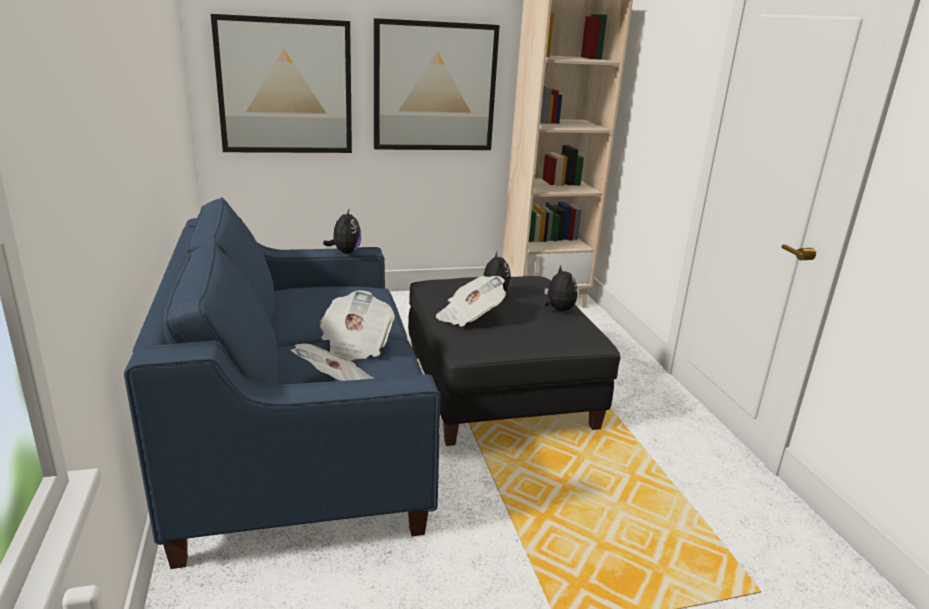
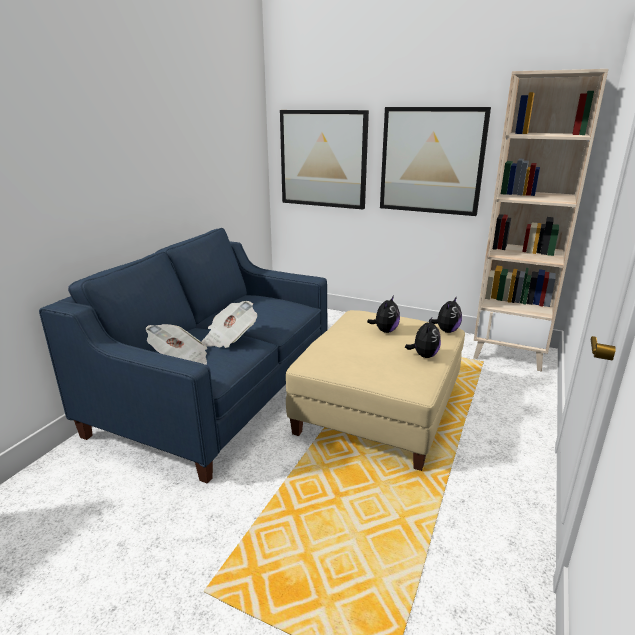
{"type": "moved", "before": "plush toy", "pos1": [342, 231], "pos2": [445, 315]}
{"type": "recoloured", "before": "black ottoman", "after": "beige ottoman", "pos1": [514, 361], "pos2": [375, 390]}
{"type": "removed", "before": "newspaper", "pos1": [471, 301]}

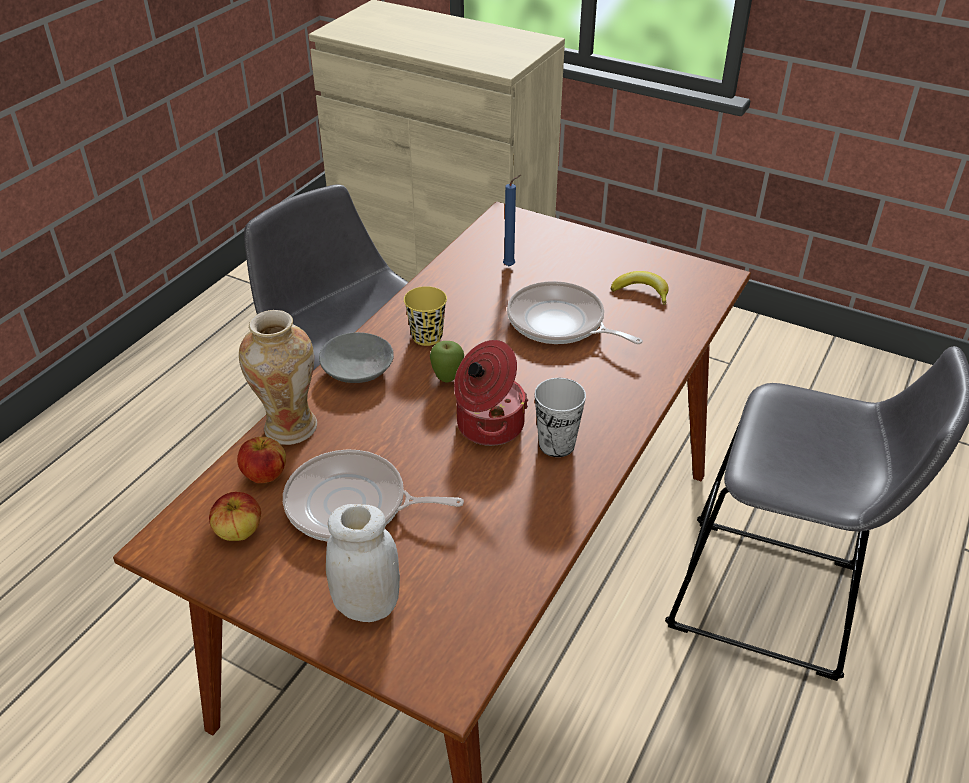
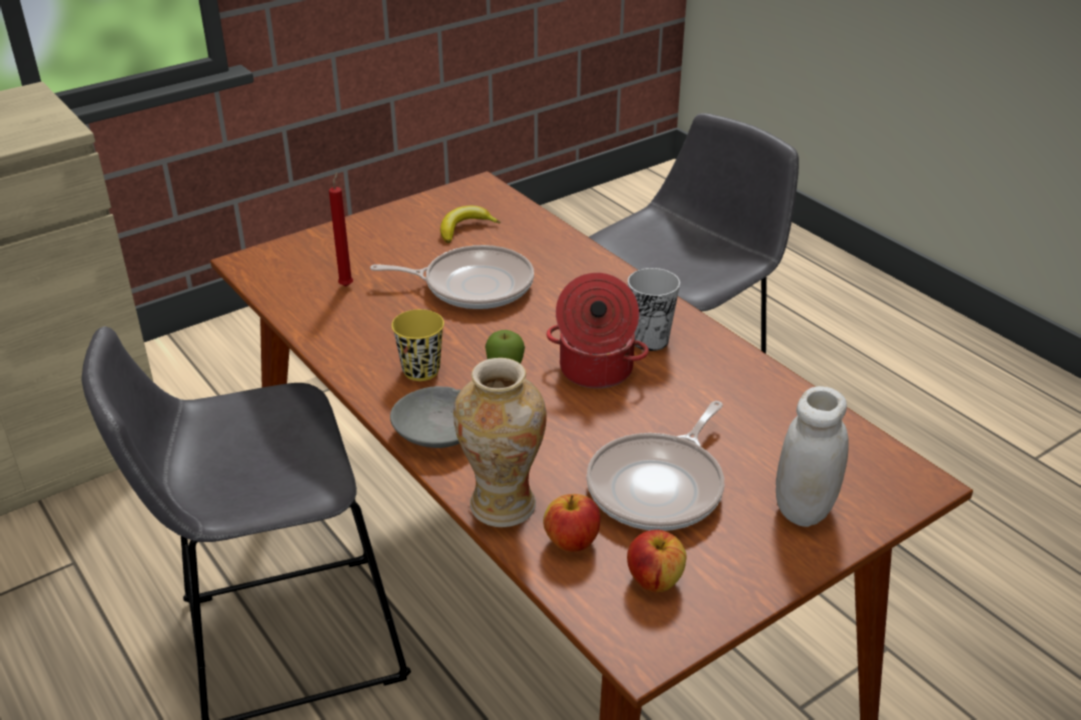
{"type": "recoloured", "before": "blue candle", "after": "red candle", "pos1": [512, 220], "pos2": [341, 229]}
{"type": "turned", "before": "frying pan", "pos1": [575, 312], "pos2": [452, 277], "turn": -150}

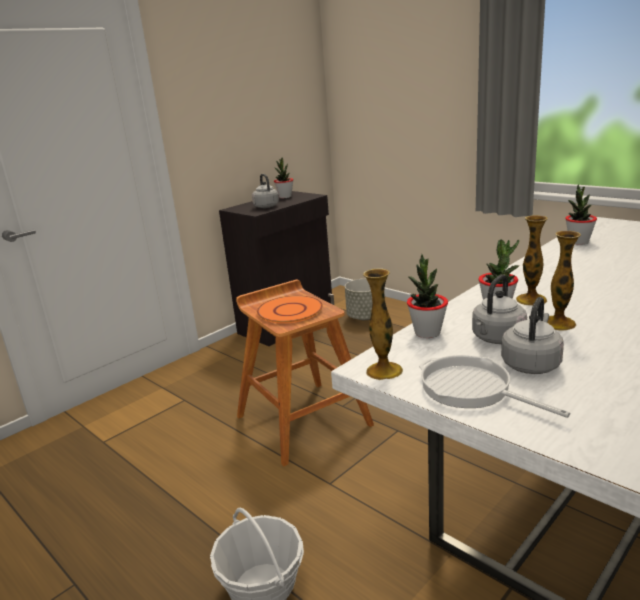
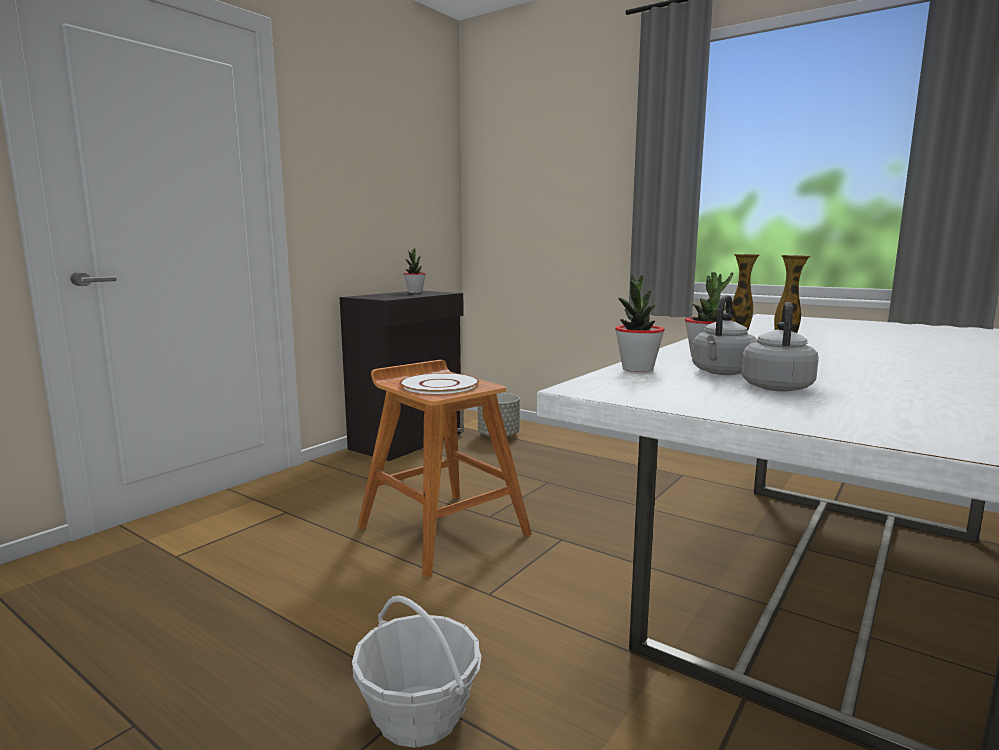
{"type": "removed", "before": "grey kettle", "pos1": [265, 191]}
{"type": "removed", "before": "potted plant", "pos1": [581, 214]}
{"type": "removed", "before": "vase", "pos1": [383, 324]}
{"type": "recoloured", "before": "orange plate", "after": "white plate", "pos1": [290, 309], "pos2": [439, 383]}
{"type": "removed", "before": "frying pan", "pos1": [494, 386]}

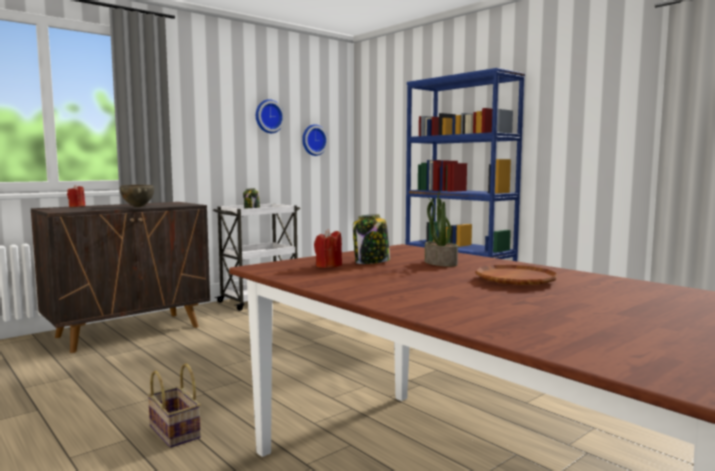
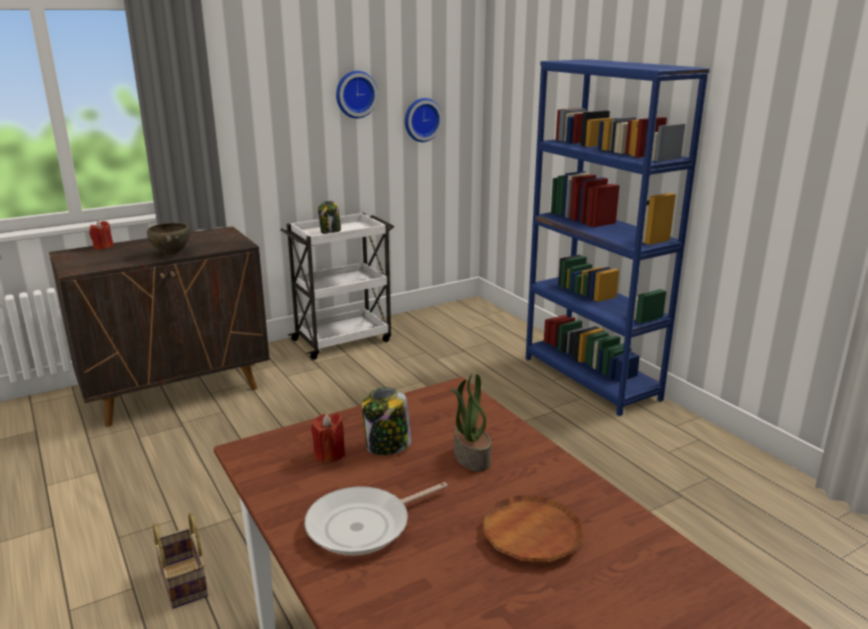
{"type": "added", "after": "frying pan", "pos2": [375, 519]}

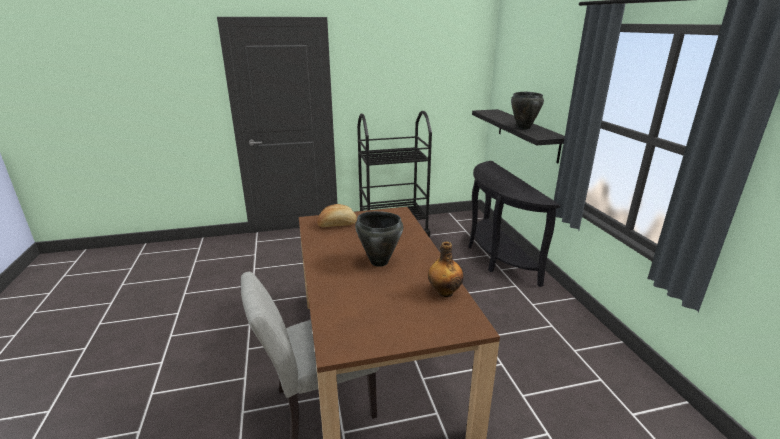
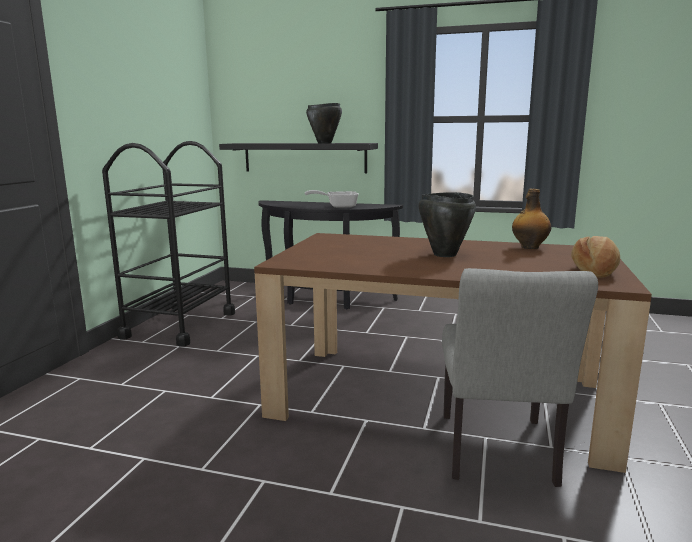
{"type": "moved", "before": "bread", "pos1": [337, 215], "pos2": [595, 257]}
{"type": "added", "after": "frying pan", "pos2": [331, 199]}

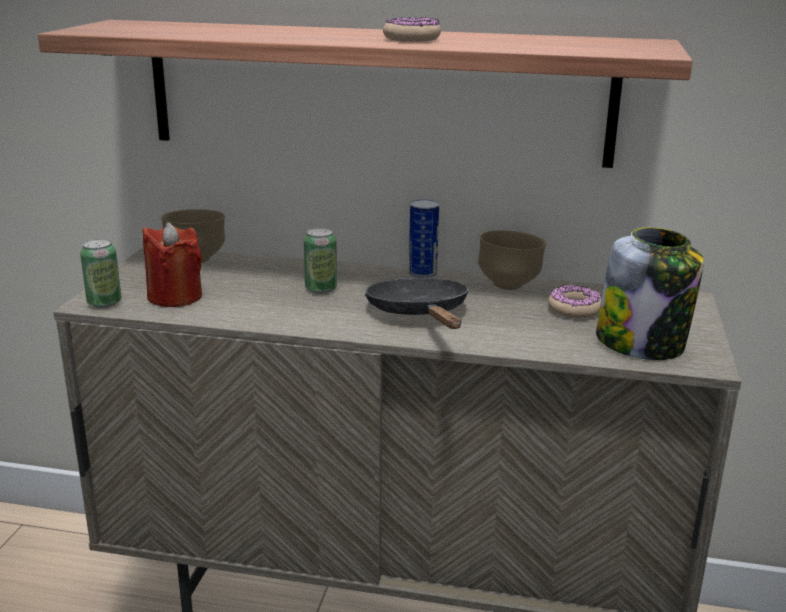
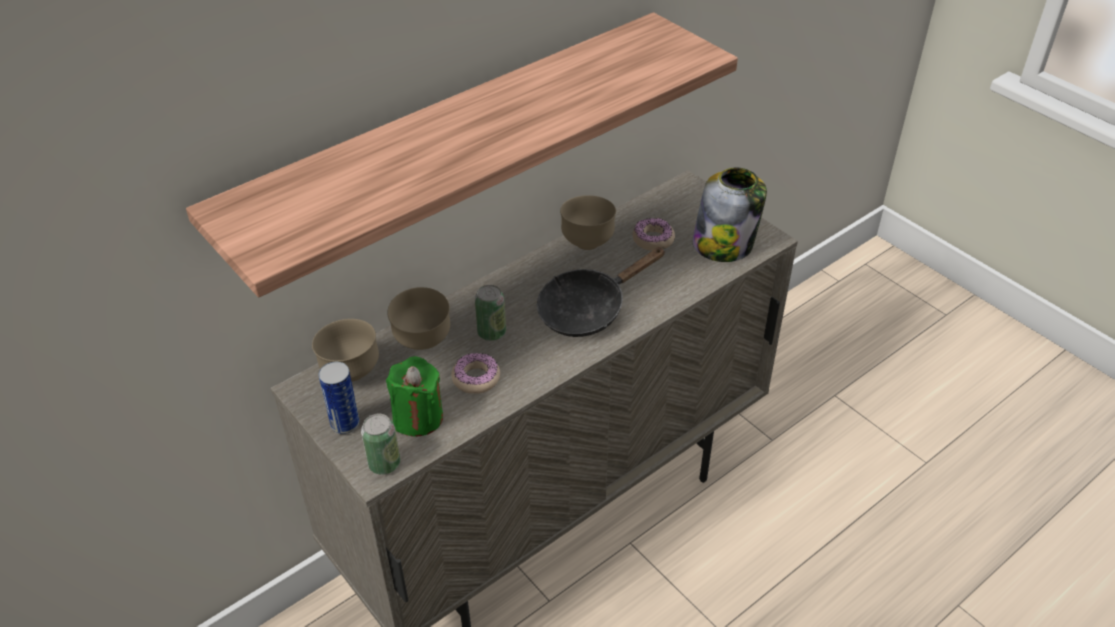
{"type": "moved", "before": "donut", "pos1": [412, 29], "pos2": [475, 373]}
{"type": "moved", "before": "can", "pos1": [424, 238], "pos2": [339, 398]}
{"type": "recoloured", "before": "red candle", "after": "green candle", "pos1": [172, 264], "pos2": [414, 396]}
{"type": "turned", "before": "black frying pan", "pos1": [417, 303], "pos2": [601, 292], "turn": -60}
{"type": "added", "after": "brown bowl", "pos2": [418, 318]}

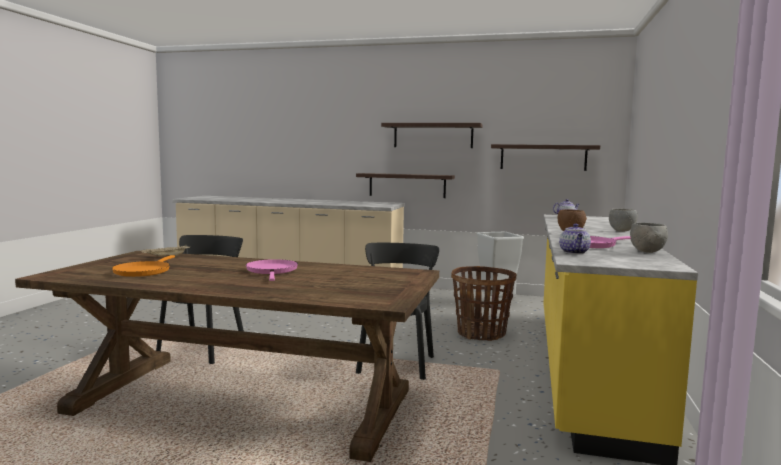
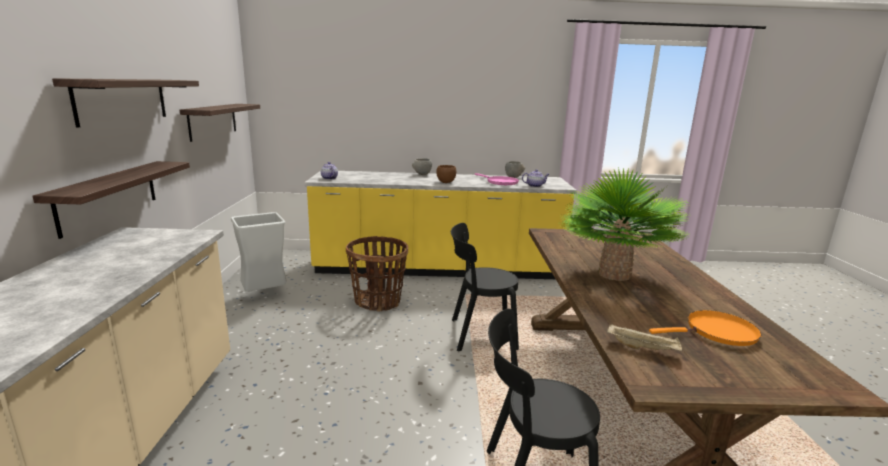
{"type": "replaced", "before": "pink frying pan", "after": "potted plant", "pos1": [272, 270], "pos2": [623, 224]}

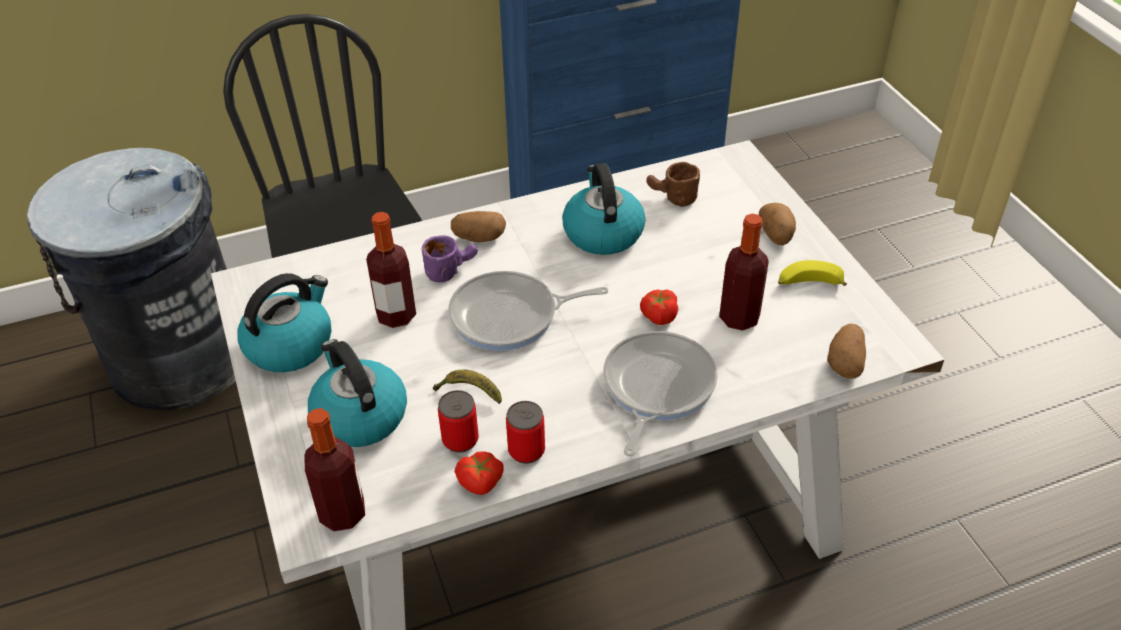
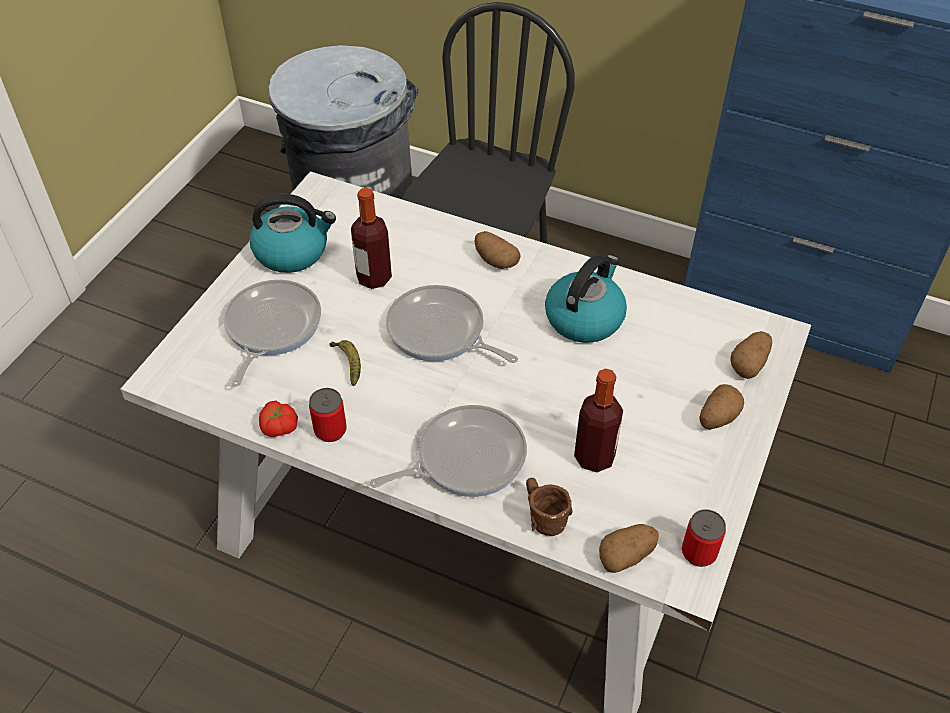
{"type": "moved", "before": "brown mug", "pos1": [673, 184], "pos2": [549, 507]}
{"type": "removed", "before": "purple mug", "pos1": [449, 258]}
{"type": "removed", "before": "banana", "pos1": [812, 273]}
{"type": "removed", "before": "tomato", "pos1": [659, 307]}
{"type": "replaced", "before": "kettle", "after": "frying pan", "pos1": [357, 393], "pos2": [272, 333]}
{"type": "moved", "before": "can", "pos1": [458, 421], "pos2": [704, 538]}
{"type": "removed", "before": "bottle", "pos1": [334, 469]}
{"type": "added", "after": "potato", "pos2": [751, 355]}

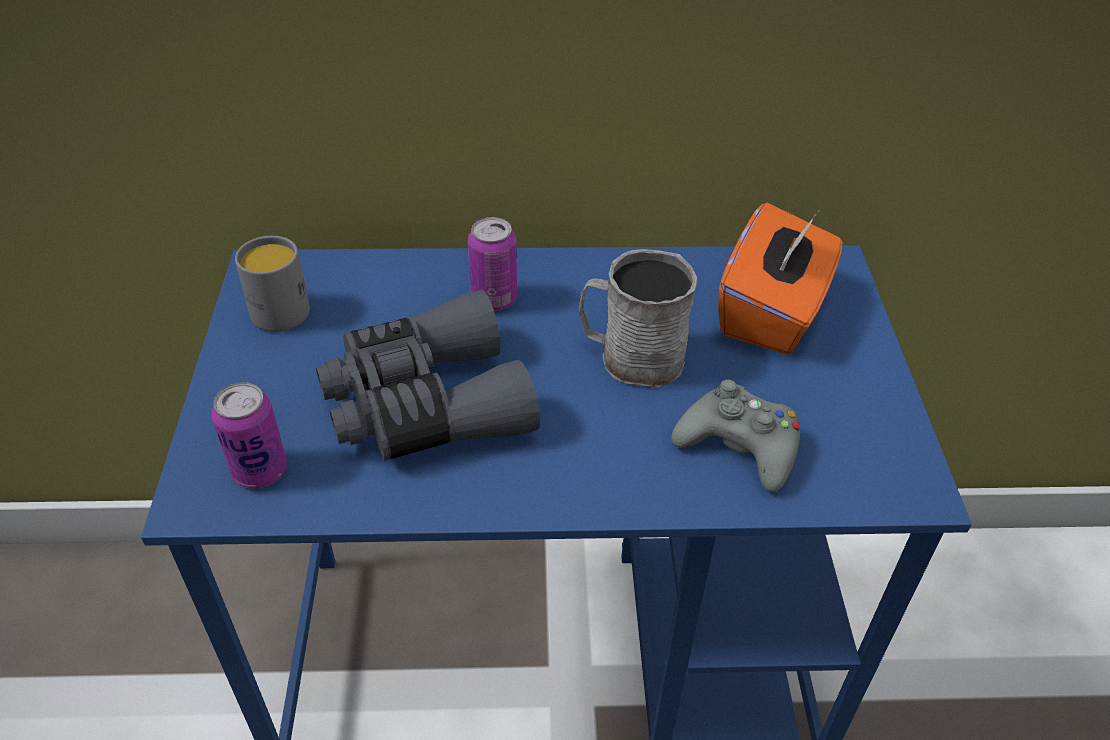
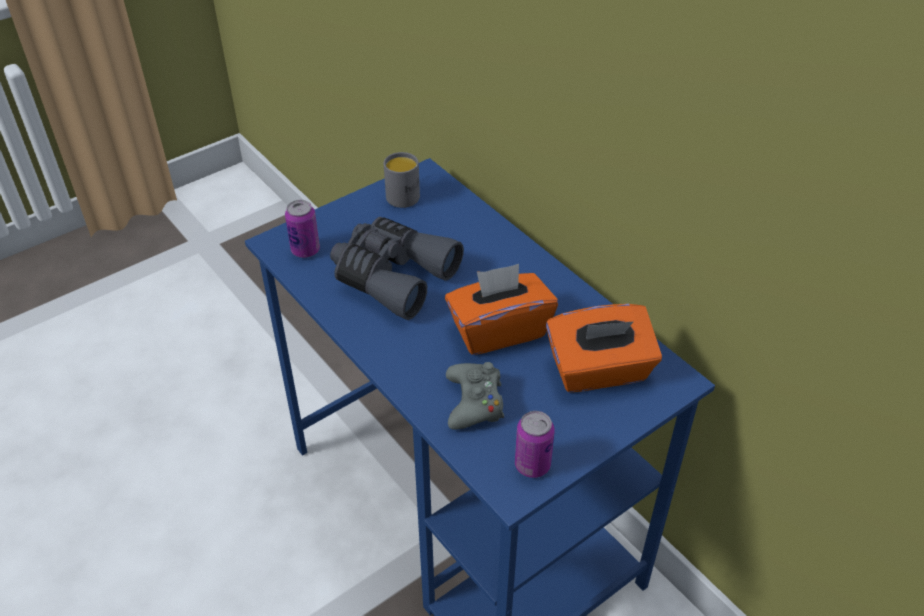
{"type": "moved", "before": "can", "pos1": [492, 264], "pos2": [535, 444]}
{"type": "replaced", "before": "grey mug", "after": "orange tissue box", "pos1": [638, 318], "pos2": [501, 309]}

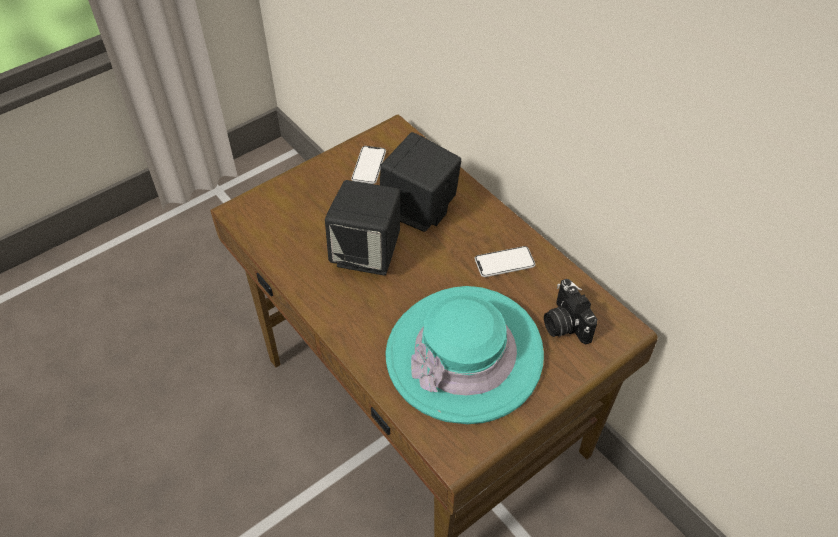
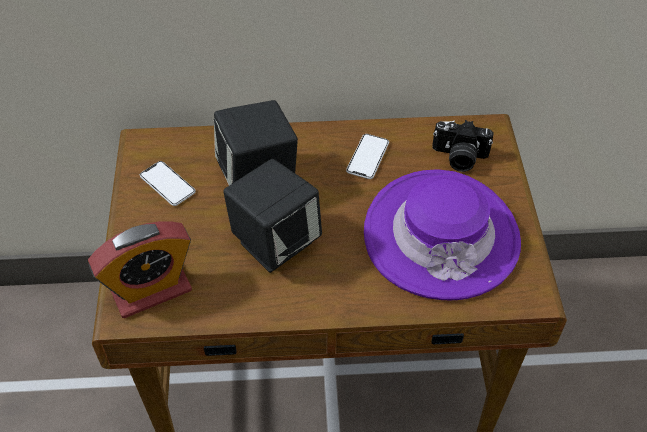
{"type": "recoloured", "before": "turquoise hat", "after": "purple hat", "pos1": [464, 355], "pos2": [442, 234]}
{"type": "added", "after": "alarm clock", "pos2": [140, 269]}

